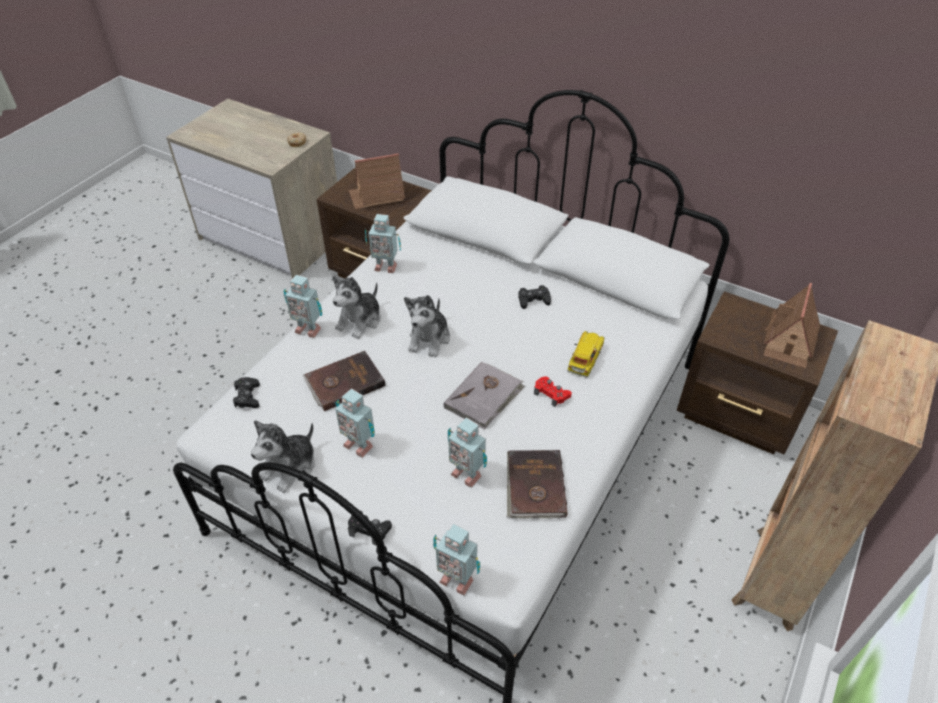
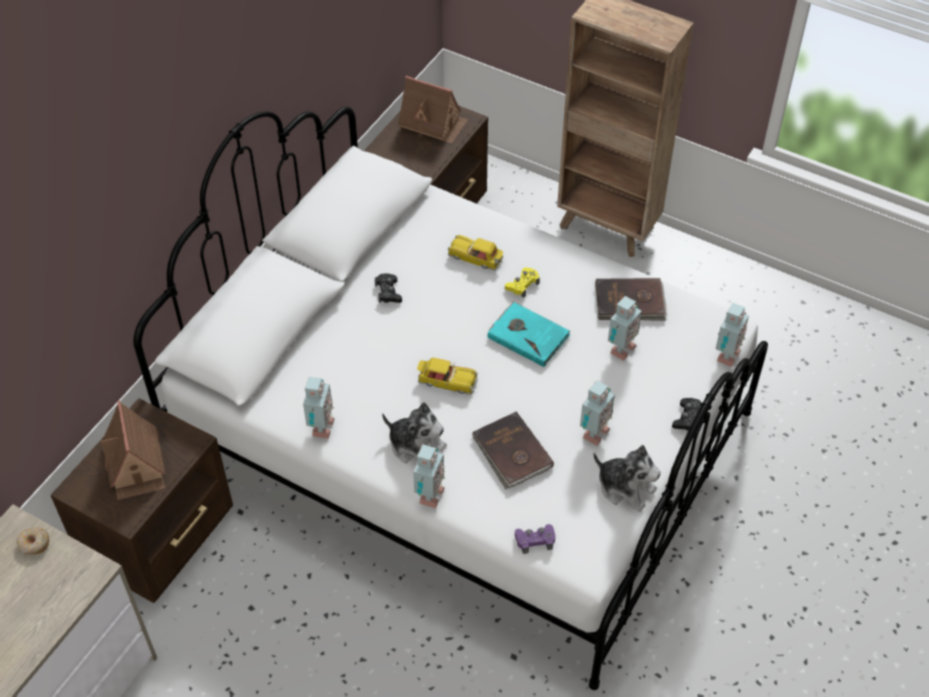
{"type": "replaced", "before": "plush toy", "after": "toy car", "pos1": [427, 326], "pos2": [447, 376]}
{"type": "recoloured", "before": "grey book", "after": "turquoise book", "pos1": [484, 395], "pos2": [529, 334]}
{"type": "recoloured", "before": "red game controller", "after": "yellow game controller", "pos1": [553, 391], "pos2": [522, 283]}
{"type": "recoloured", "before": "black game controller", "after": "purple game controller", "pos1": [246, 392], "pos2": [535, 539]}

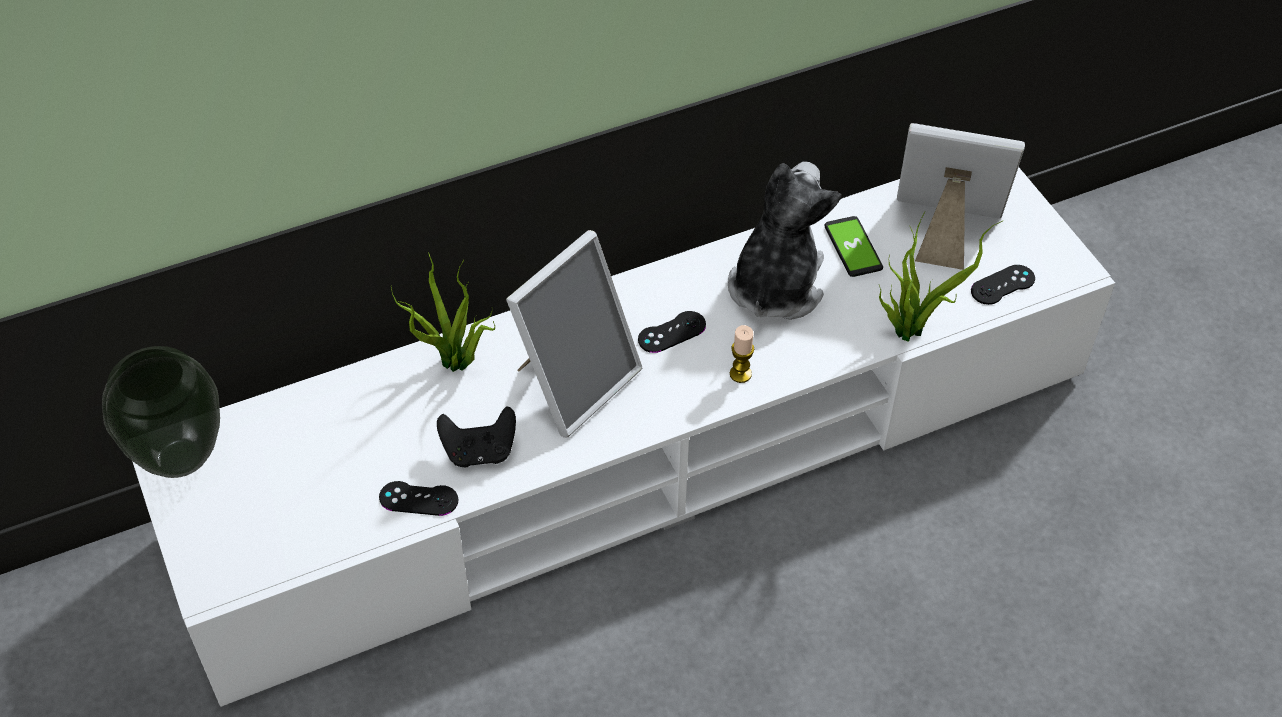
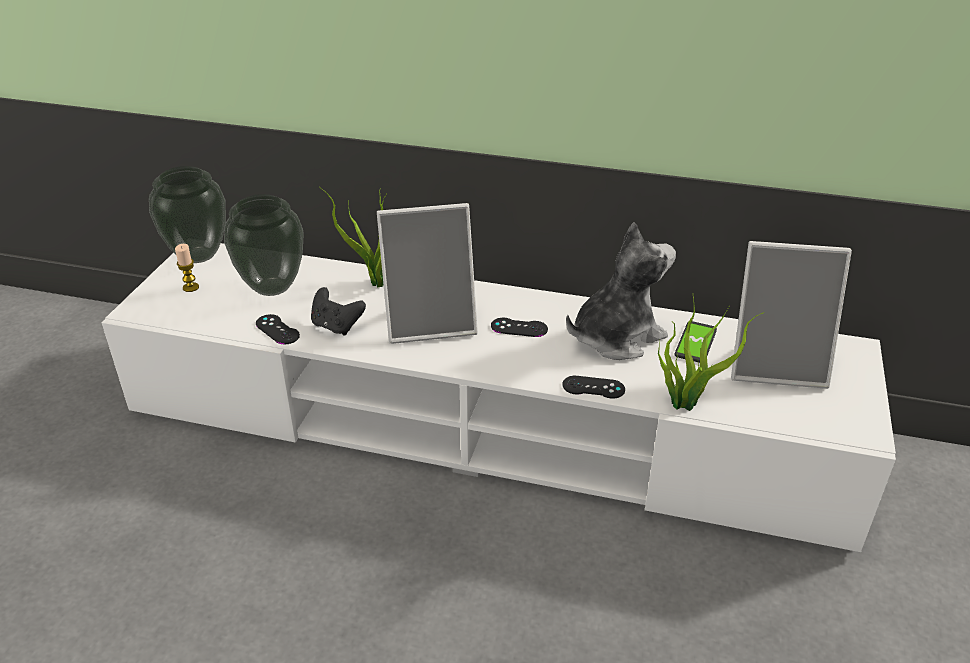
{"type": "turned", "before": "picture frame", "pos1": [961, 196], "pos2": [791, 315], "turn": 135}
{"type": "moved", "before": "black game controller", "pos1": [1003, 285], "pos2": [594, 387]}
{"type": "moved", "before": "candle", "pos1": [742, 354], "pos2": [187, 268]}
{"type": "added", "after": "vase", "pos2": [264, 245]}

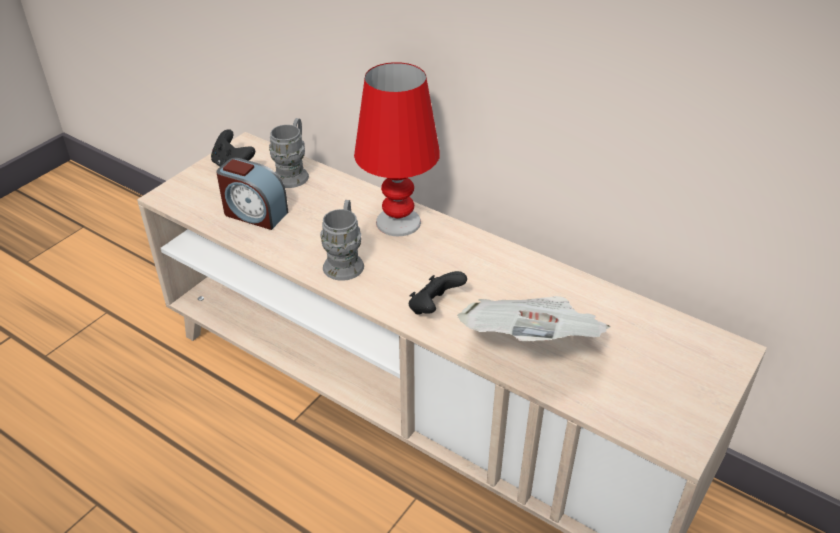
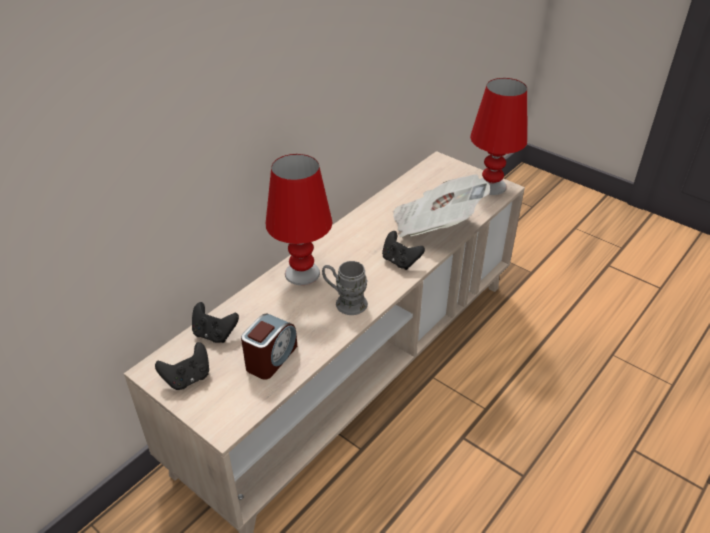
{"type": "replaced", "before": "grey mug", "after": "black game controller", "pos1": [289, 153], "pos2": [215, 322]}
{"type": "added", "after": "red table lamp", "pos2": [499, 136]}

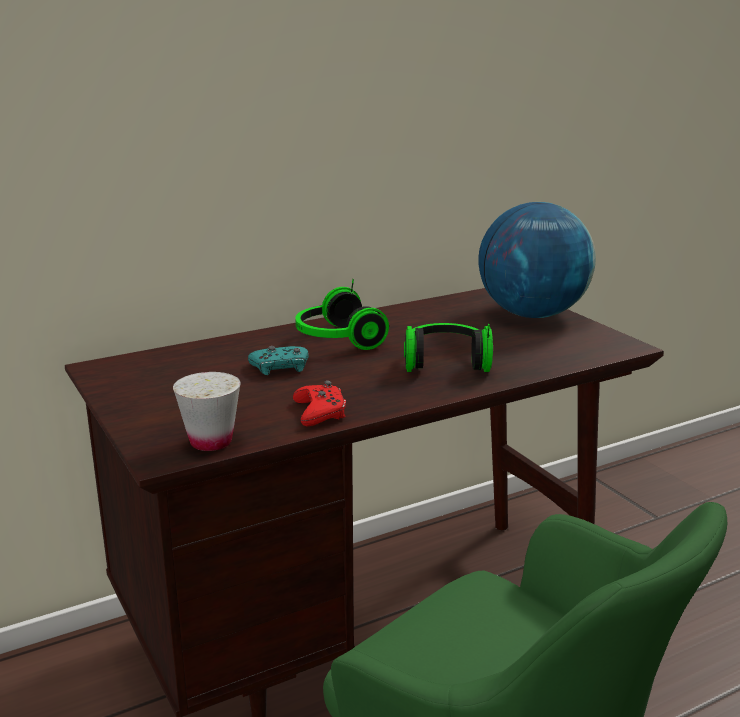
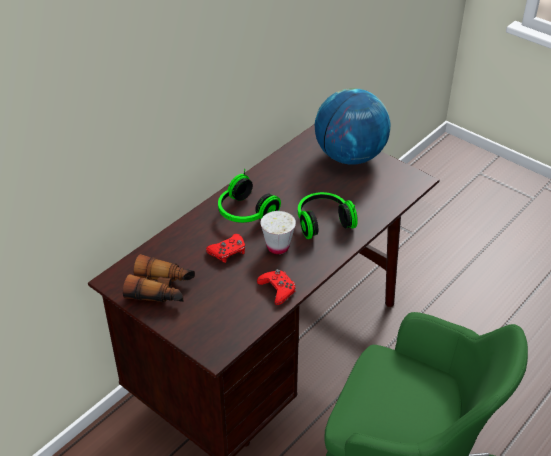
{"type": "recoloured", "before": "turquoise game controller", "after": "red game controller", "pos1": [278, 360], "pos2": [225, 248]}
{"type": "moved", "before": "white cup", "pos1": [206, 411], "pos2": [278, 232]}
{"type": "added", "after": "binoculars", "pos2": [159, 278]}

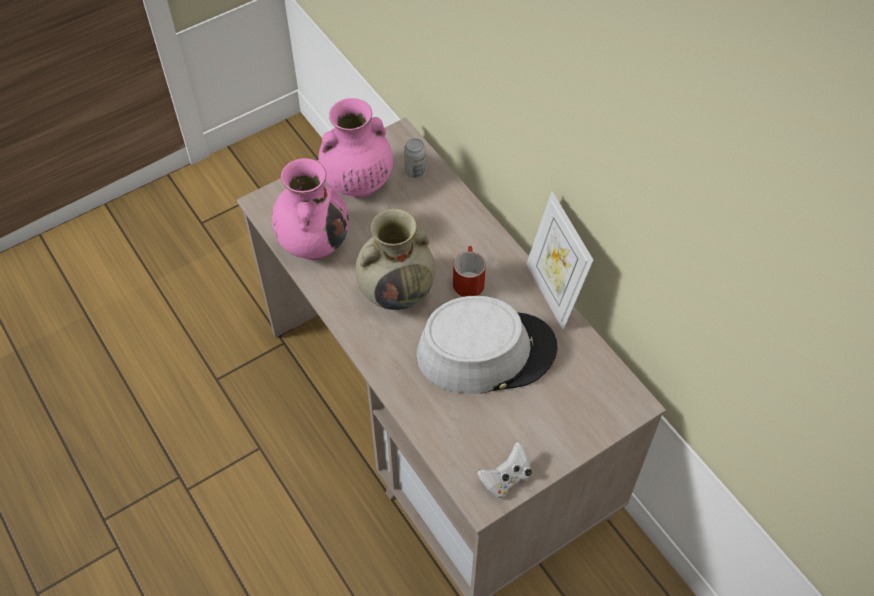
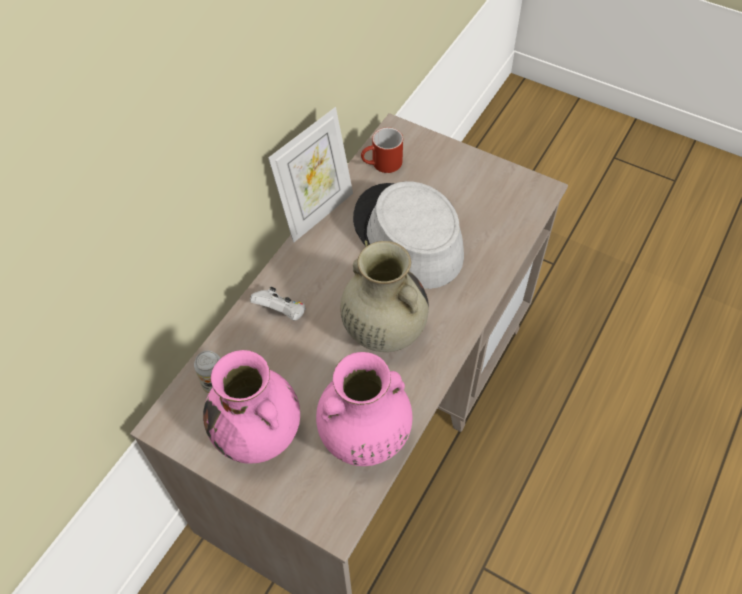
{"type": "moved", "before": "red mug", "pos1": [469, 271], "pos2": [382, 150]}
{"type": "moved", "before": "white game controller", "pos1": [504, 470], "pos2": [278, 304]}

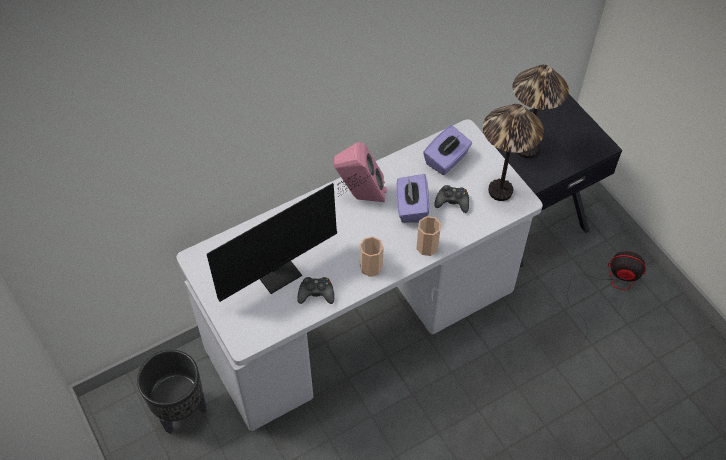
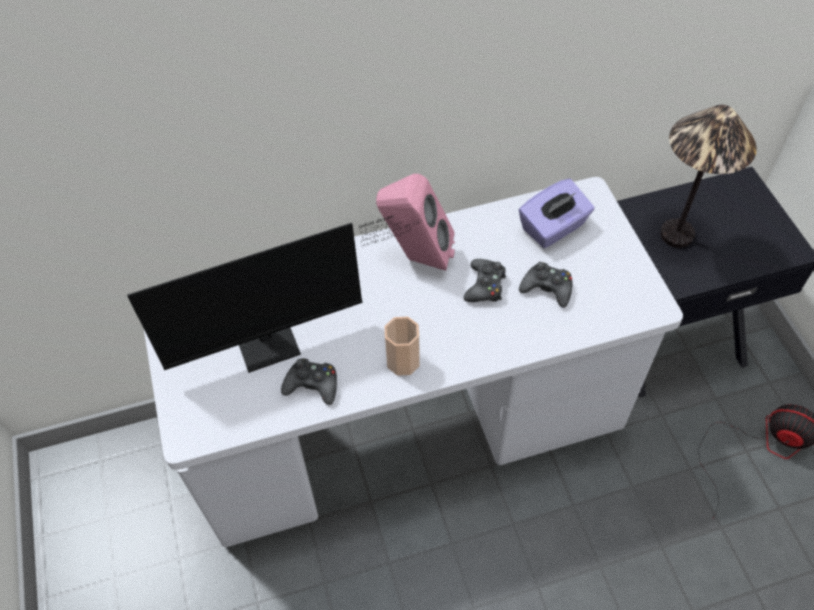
{"type": "removed", "before": "table lamp", "pos1": [513, 152]}
{"type": "replaced", "before": "purple tissue box", "after": "black game controller", "pos1": [412, 198], "pos2": [485, 280]}
{"type": "removed", "before": "cup", "pos1": [428, 236]}
{"type": "removed", "before": "black planter", "pos1": [172, 392]}

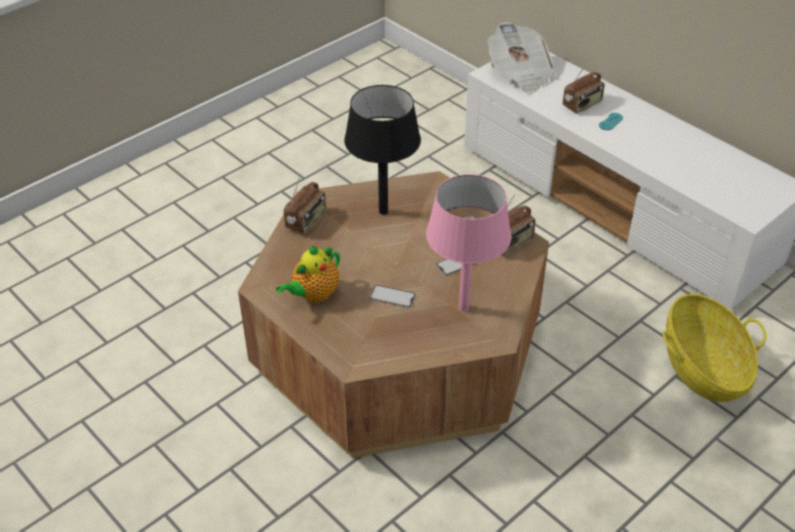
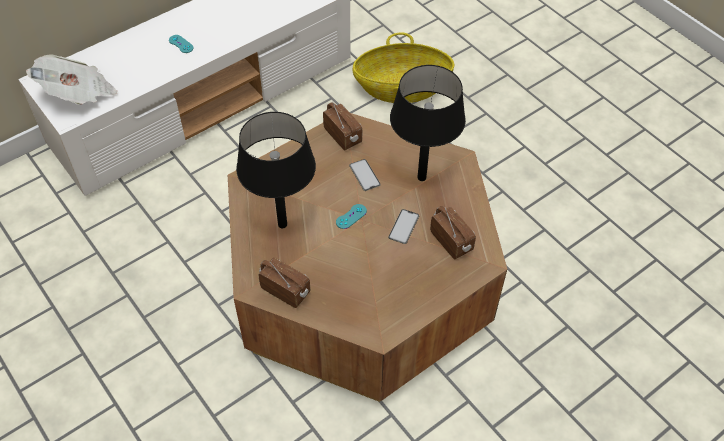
{"type": "moved", "before": "radio", "pos1": [584, 87], "pos2": [453, 232]}
{"type": "recoloured", "before": "pink table lamp", "after": "black table lamp", "pos1": [468, 243], "pos2": [428, 123]}
{"type": "removed", "before": "teapot", "pos1": [308, 274]}
{"type": "added", "after": "turquoise game controller", "pos2": [351, 216]}

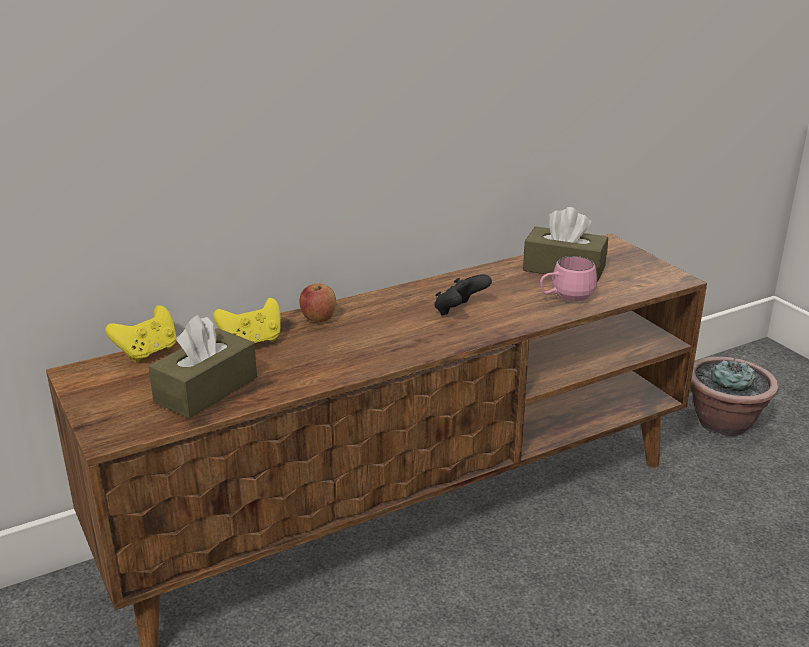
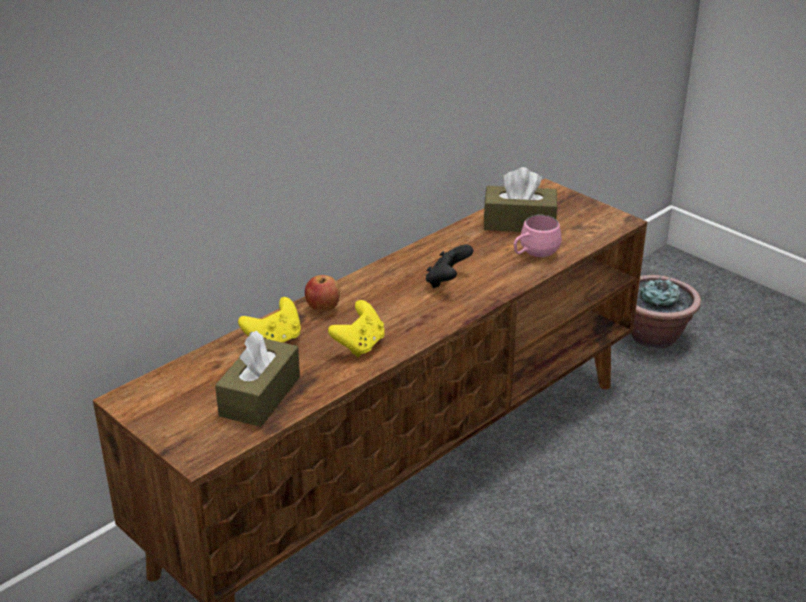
{"type": "moved", "before": "yellow game controller", "pos1": [140, 334], "pos2": [356, 328]}

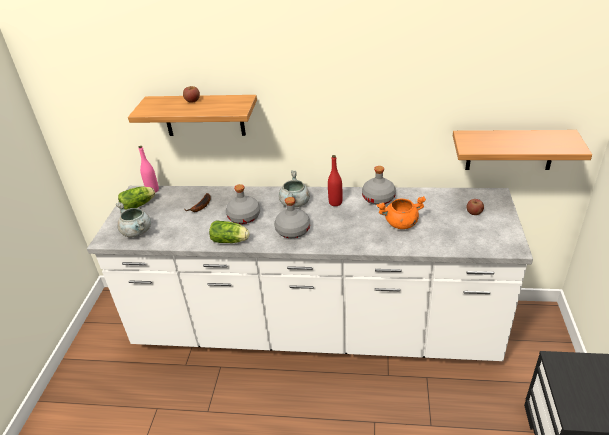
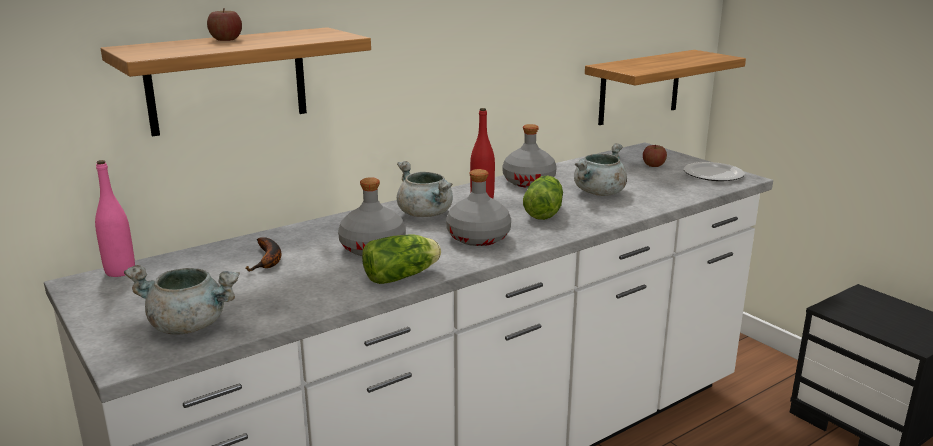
{"type": "moved", "before": "lettuce", "pos1": [136, 198], "pos2": [543, 197]}
{"type": "recoloured", "before": "orange cooking pot", "after": "grey cooking pot", "pos1": [401, 212], "pos2": [600, 169]}
{"type": "added", "after": "plate", "pos2": [714, 171]}

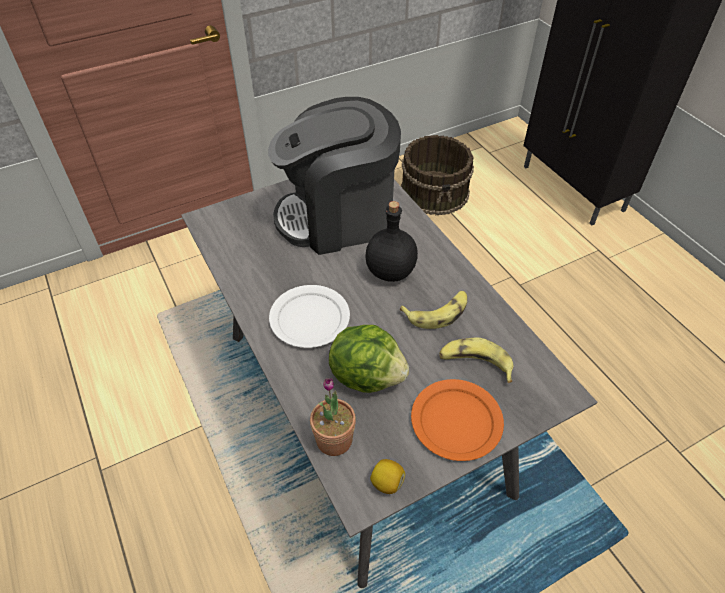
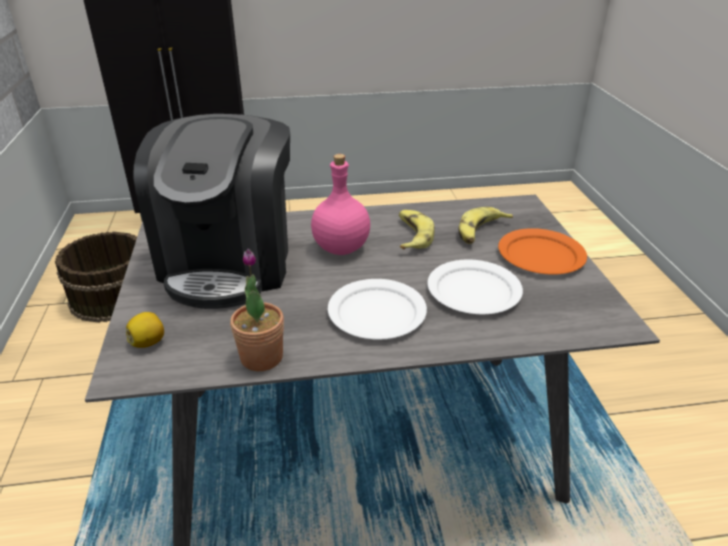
{"type": "recoloured", "before": "black bottle", "after": "pink bottle", "pos1": [391, 241], "pos2": [340, 204]}
{"type": "replaced", "before": "lettuce", "after": "white plate", "pos1": [369, 359], "pos2": [475, 287]}
{"type": "moved", "before": "potted plant", "pos1": [333, 417], "pos2": [257, 310]}
{"type": "moved", "before": "lemon", "pos1": [387, 476], "pos2": [145, 330]}

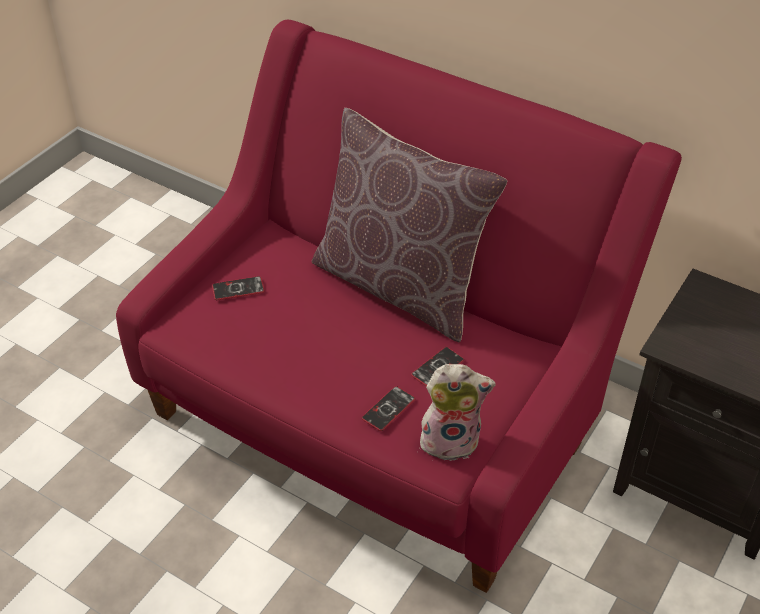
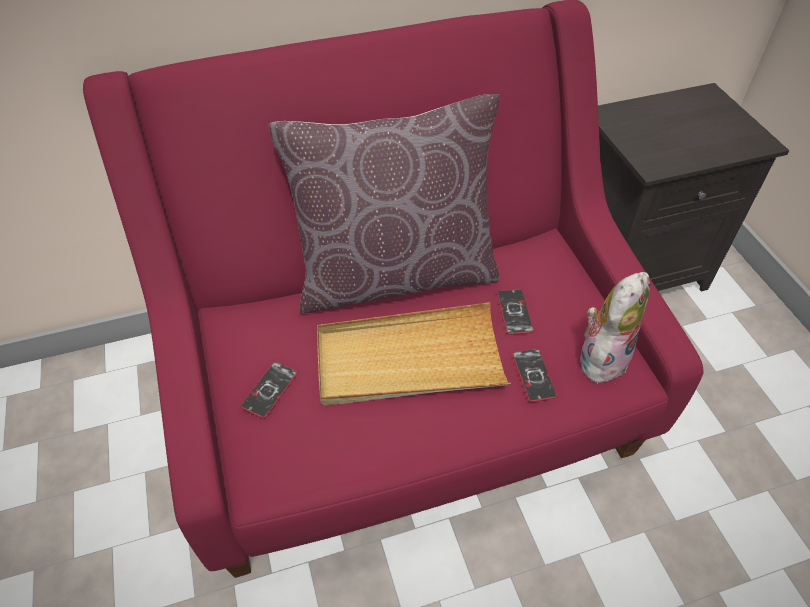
{"type": "added", "after": "beige tray", "pos2": [414, 354]}

